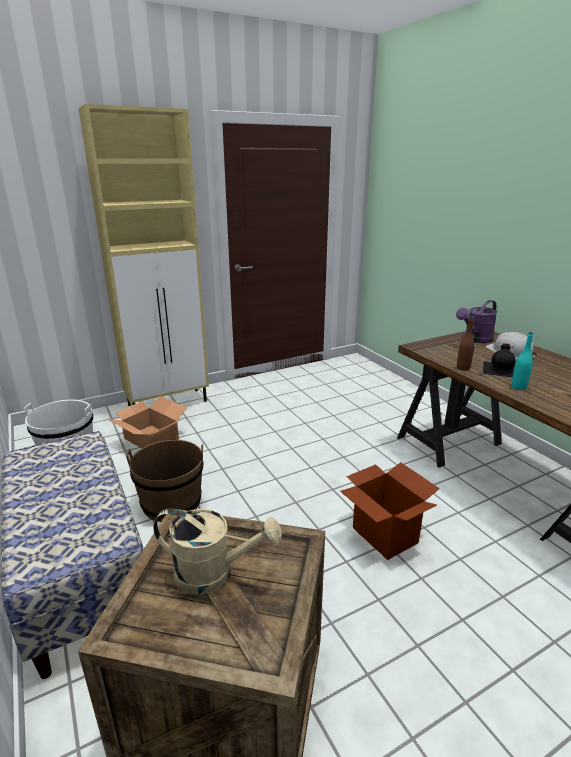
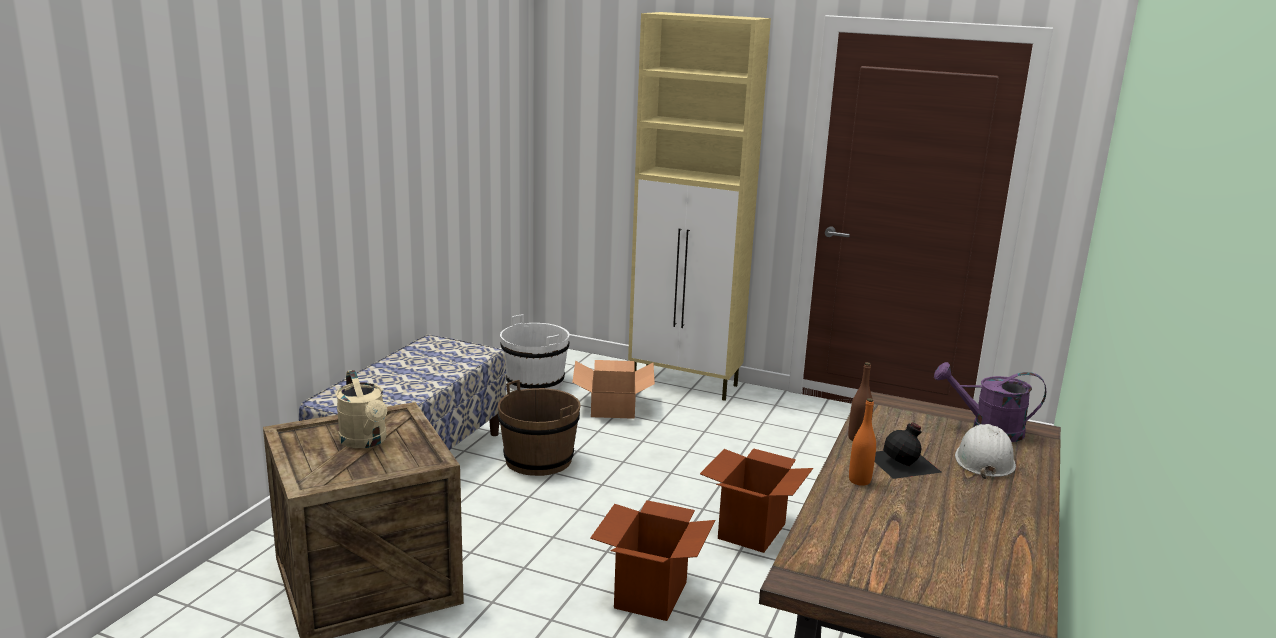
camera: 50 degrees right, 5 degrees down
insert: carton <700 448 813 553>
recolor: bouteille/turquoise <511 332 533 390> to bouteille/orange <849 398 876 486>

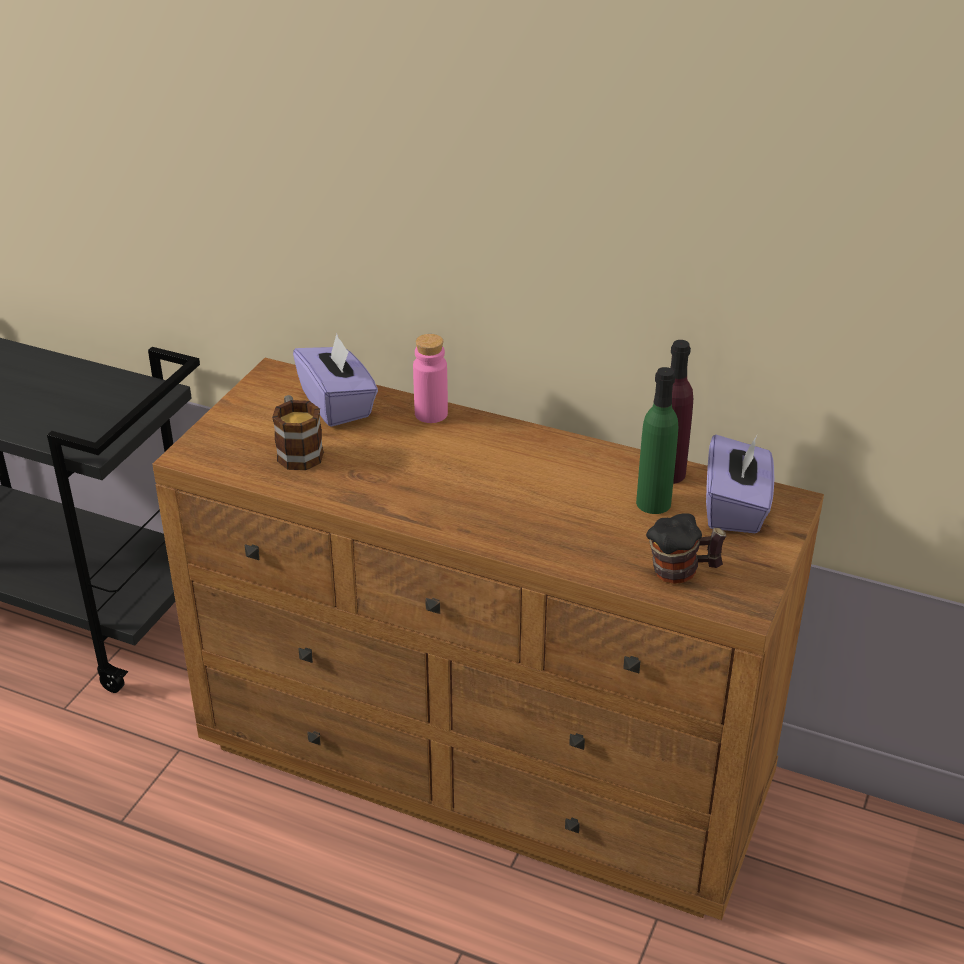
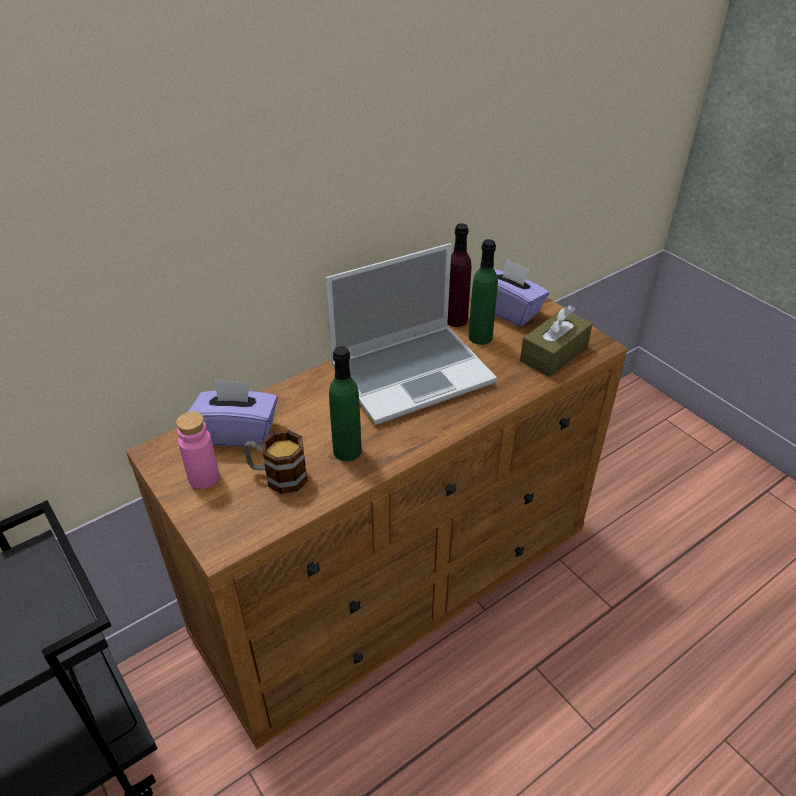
camera: 60 degrees left, 5 degrees up
insert: ordinateur portable <326 243 497 425>; bouteille/vert <329 346 362 461>
move: bouteille/rose <413 334 448 423> to <176 412 219 489>
replace: mug <646 513 726 584> to boîte à mouchoirs/marron <520 305 593 377>

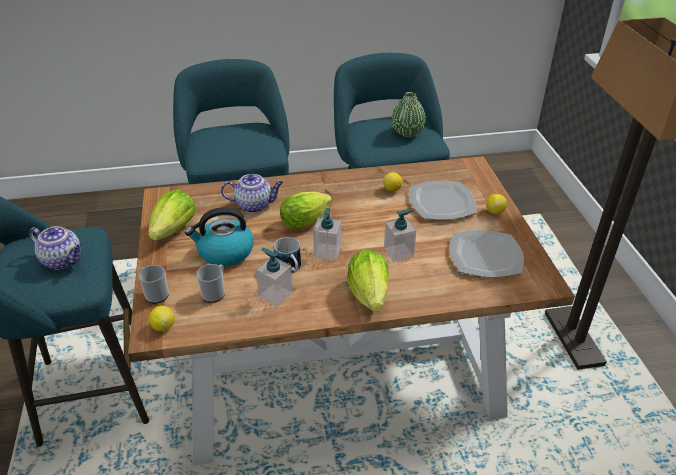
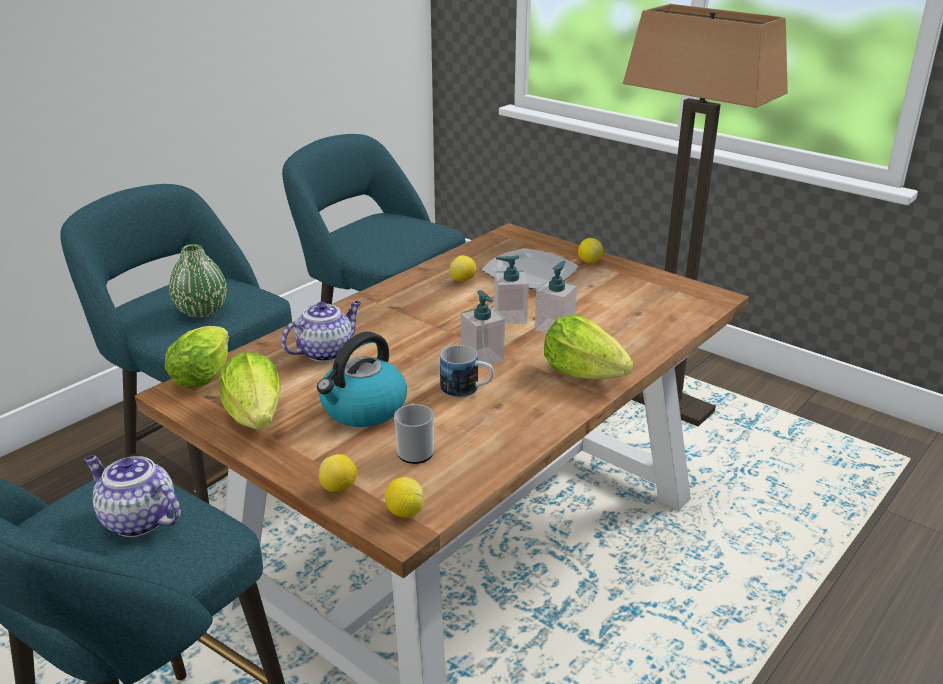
camera: 40 degrees left, 10 degrees down
delete: assiette <449 230 524 277>
move: distributeur de savon <256 248 293 307> to <494 256 529 324>; laitue <280 192 332 229> to <165 326 229 388>; vase/vert <392 92 426 137> to <169 244 227 318>
replace: mug <138 265 169 304> to citron <319 454 357 492>
rotate: théière <29 226 82 270> = <84 455 181 537> 135 degrees counterclockwise

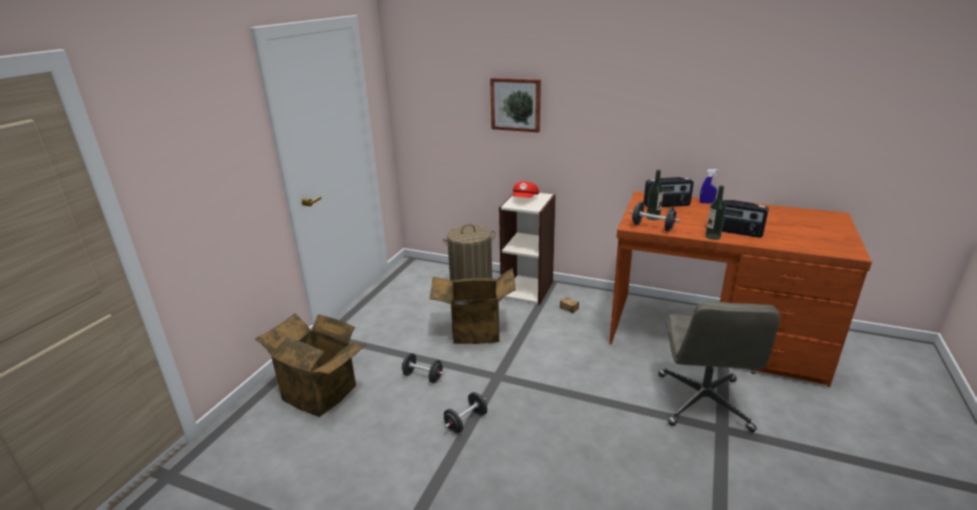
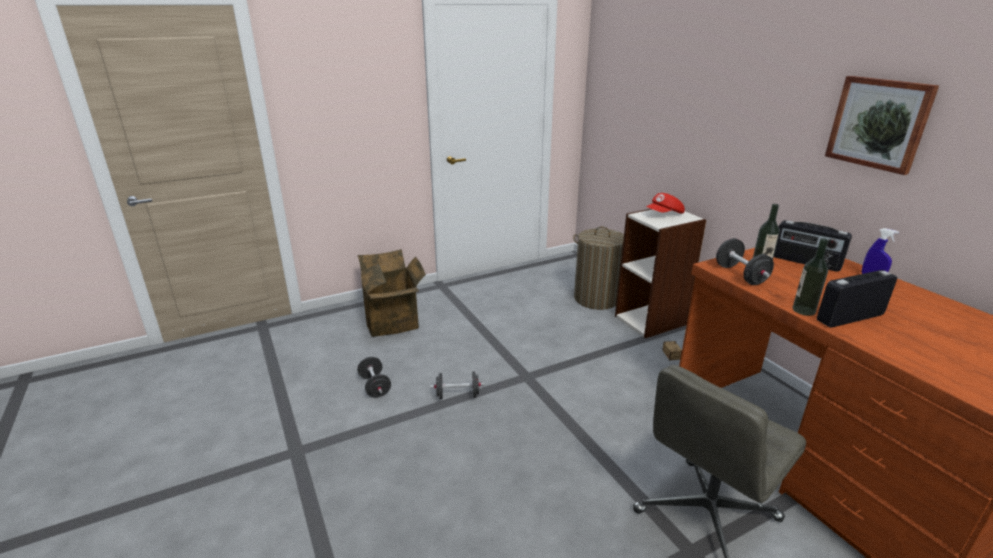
camera: 40 degrees right, 0 degrees up
delete: carton <429 268 516 344>
move: haltère/noir <401 353 444 383> to <357 357 391 398>; tableau <490 78 541 133> to <825 76 939 175>
rotate: radio <722 200 769 238> = <817 270 897 328> 90 degrees clockwise

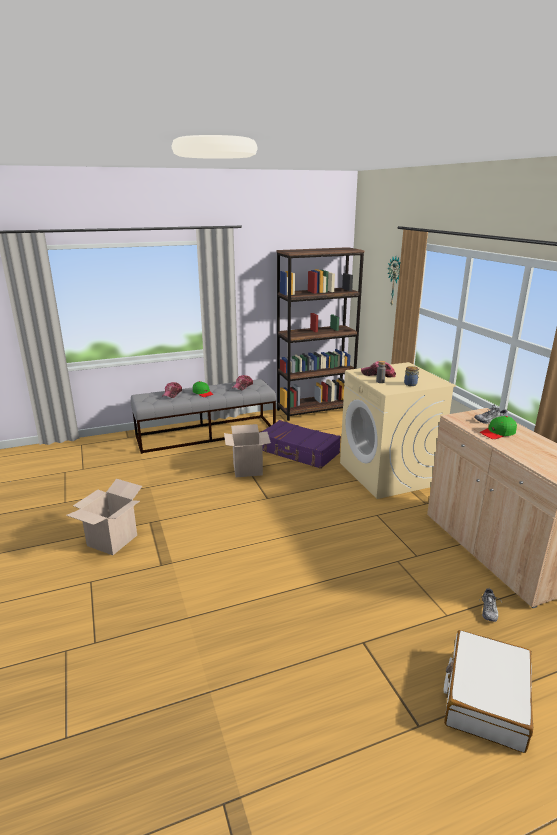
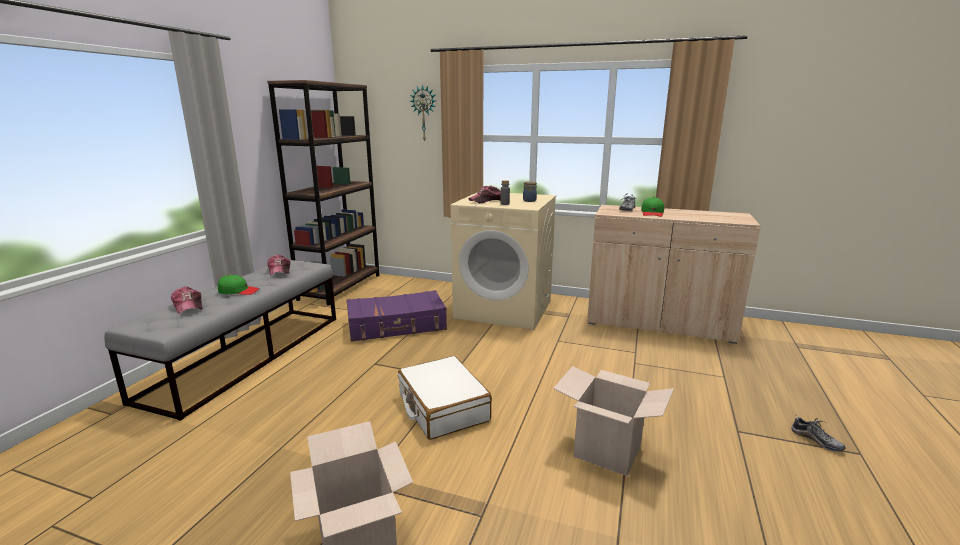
camera: 50 degrees left, 5 degrees down
move: carton <224 424 271 477> to <553 366 674 476>; valise/blanc <443 630 533 753> to <398 356 492 440>; chaussure <480 589 502 622> to <791 416 846 452>

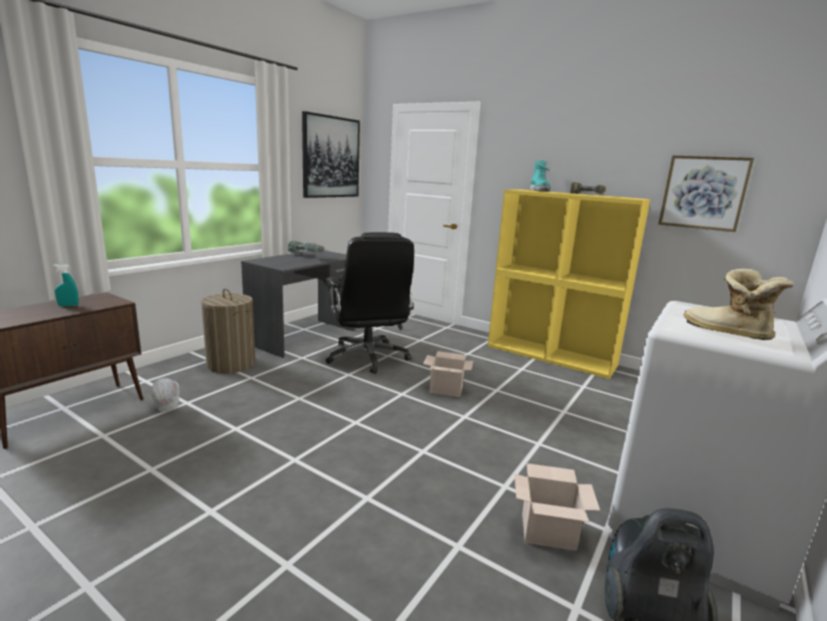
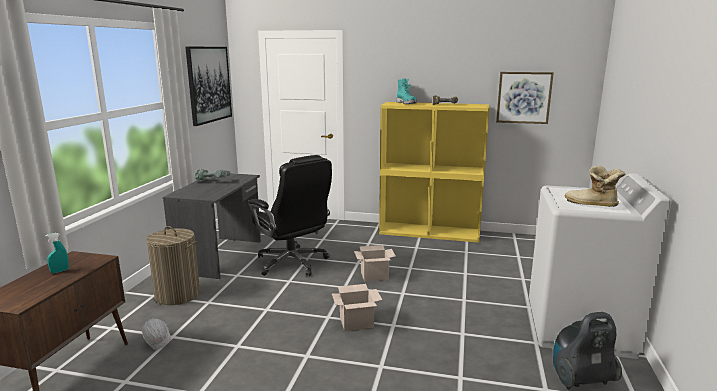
camera: 20 degrees left, 0 degrees up
move: carton <514 463 600 551> to <332 284 382 331>

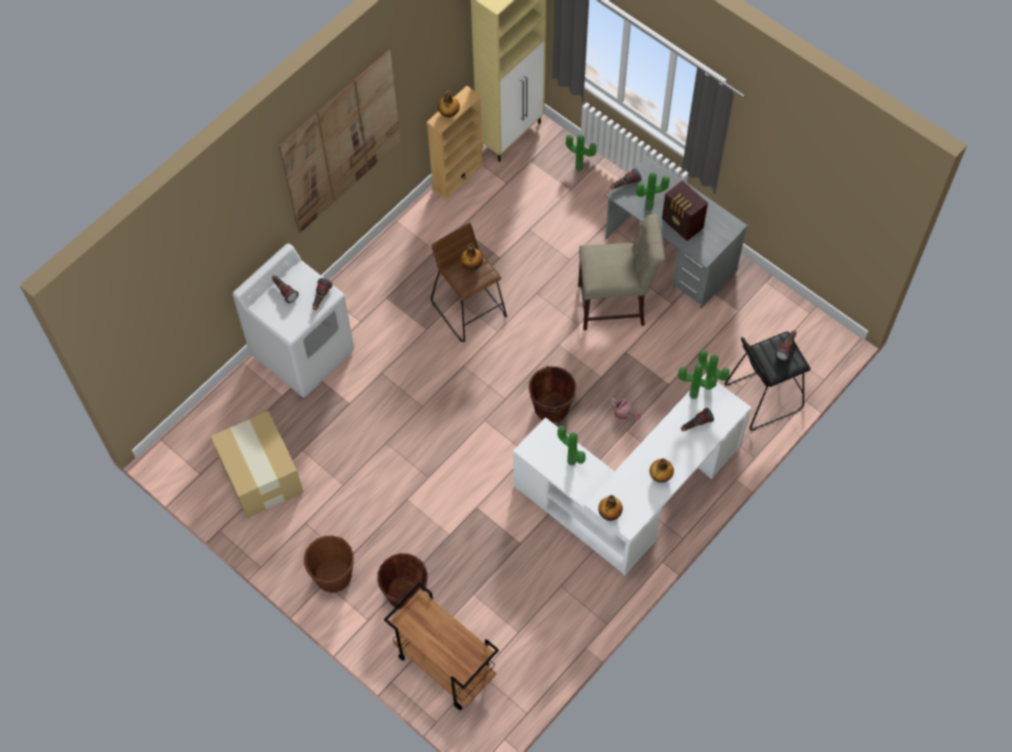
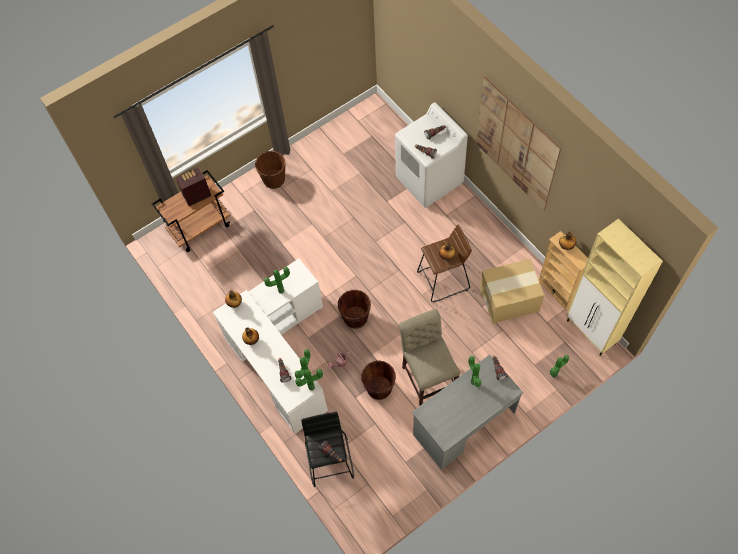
camera: 105 degrees right, 0 degrees up
move: carton <211 411 304 518> to <480 259 544 324>; seau/marron <377 553 428 610> to <361 360 396 400>; radio <662 180 708 241> to <176 167 211 206>
rotate: chaise/beige <578 214 665 330> = <399 309 460 405> 150 degrees clockwise

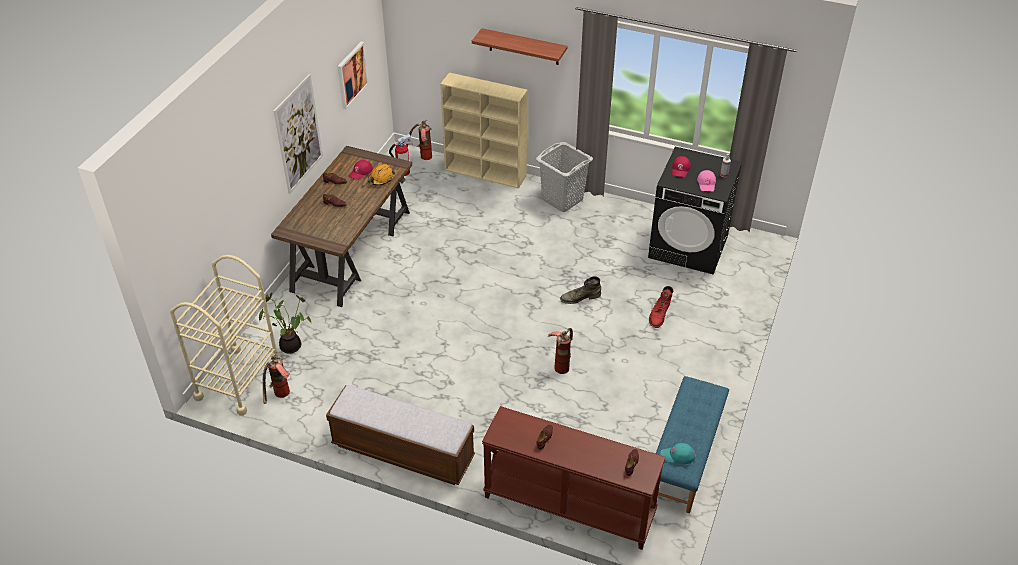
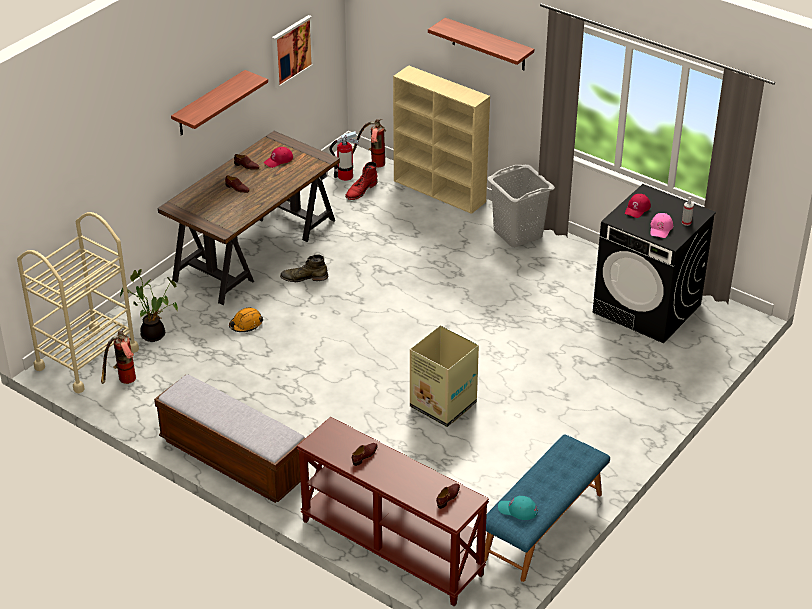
camera: 15 degrees right, 5 degrees down
move: casque de chantier/orange <368 164 395 185> to <229 308 263 332>; botte/vert <560 276 601 304> to <280 254 328 282>; botte/rouge <649 286 673 328> to <345 162 378 200>
replace: tableau <273 74 323 194> to étagère <171 70 268 136>; extincteur <548 328 573 374> to carton <410 325 479 427>

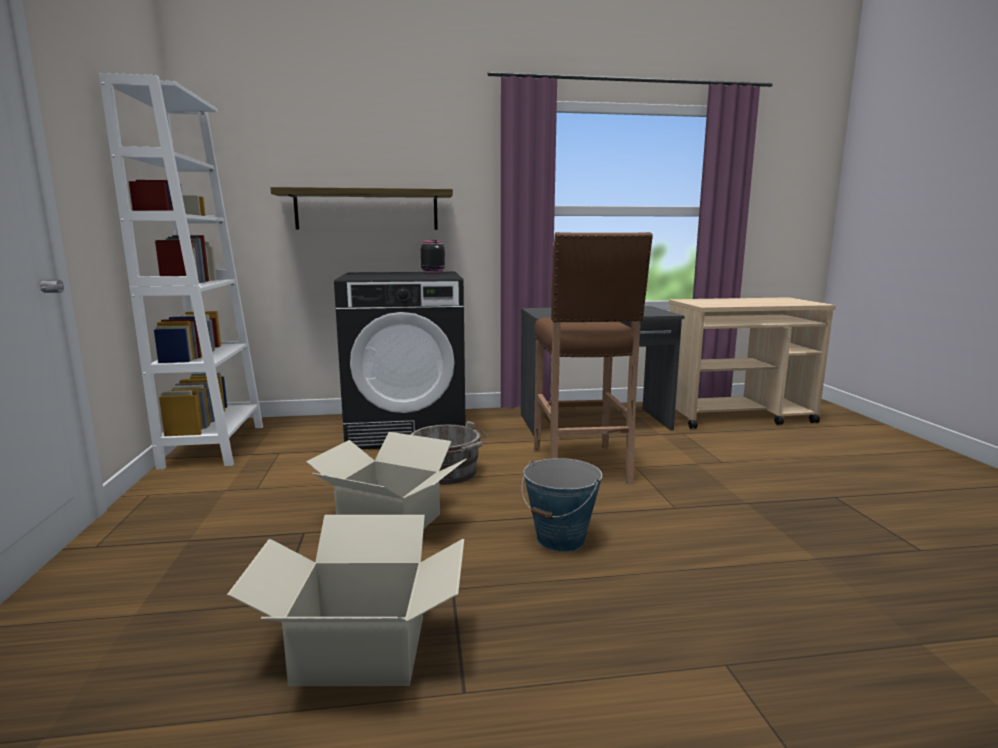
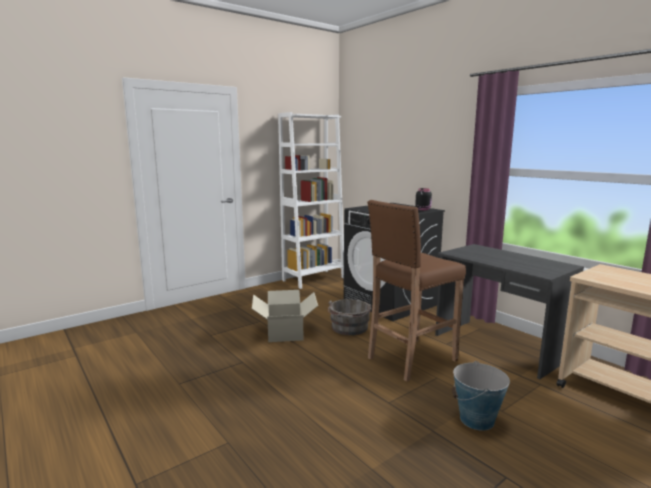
camera: 60 degrees right, 0 degrees up
delete: carton <227 515 464 686>; étagère <270 187 453 230>
move: seau <522 458 602 552> to <452 361 510 431>

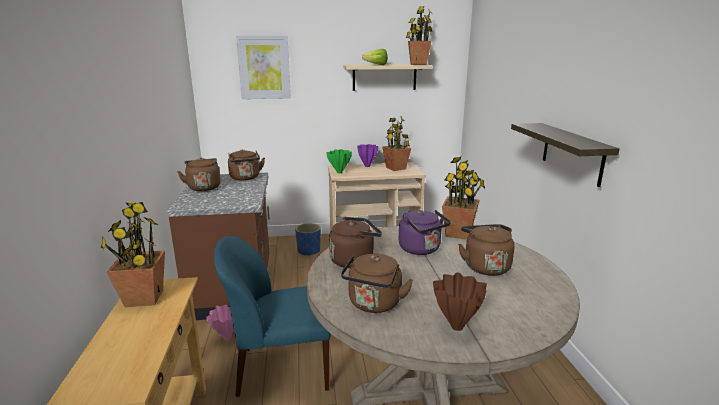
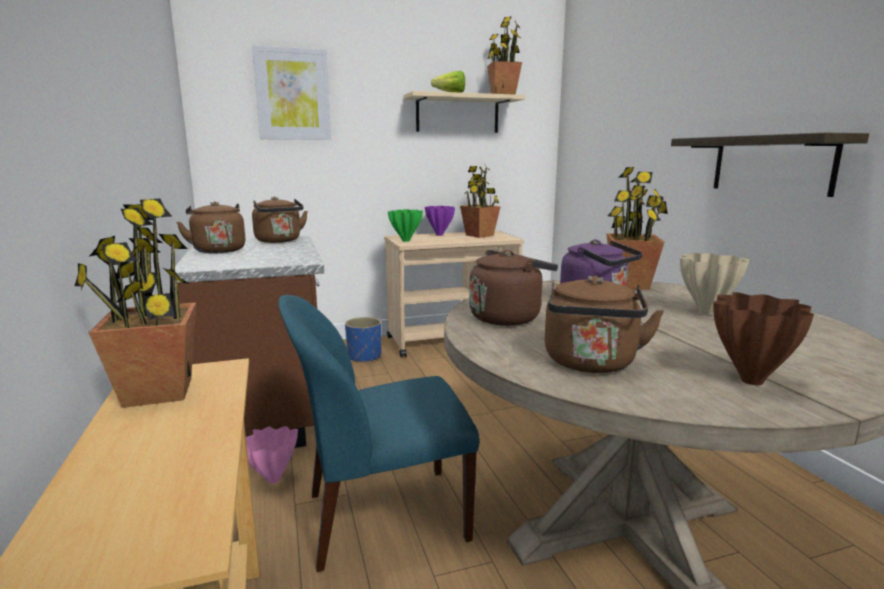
camera: 10 degrees left, 5 degrees down
replace: bouilloire/marron <458 224 515 276> to vase/beige <680 253 749 315>

